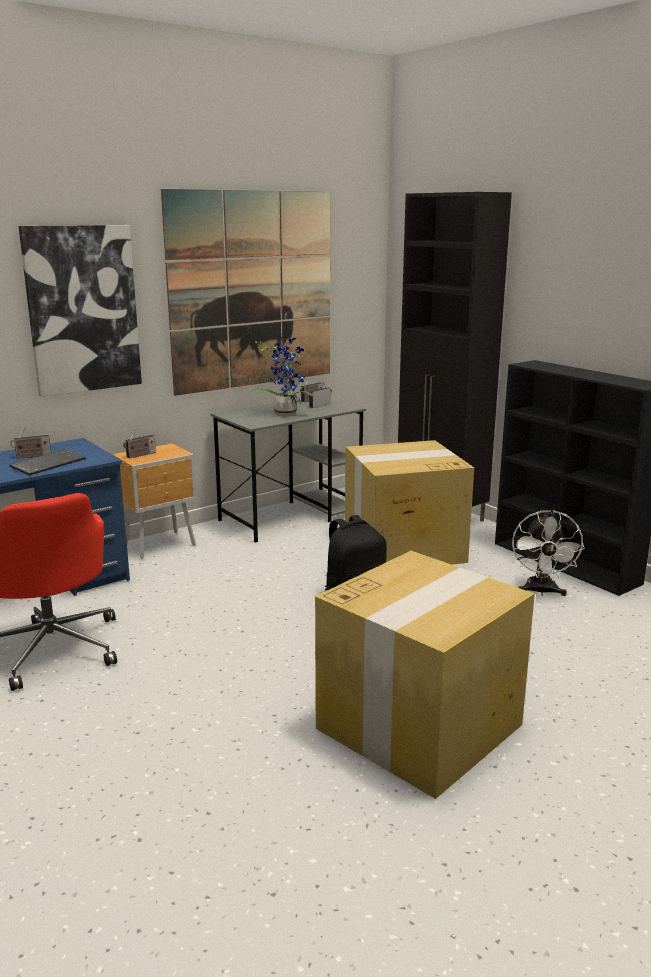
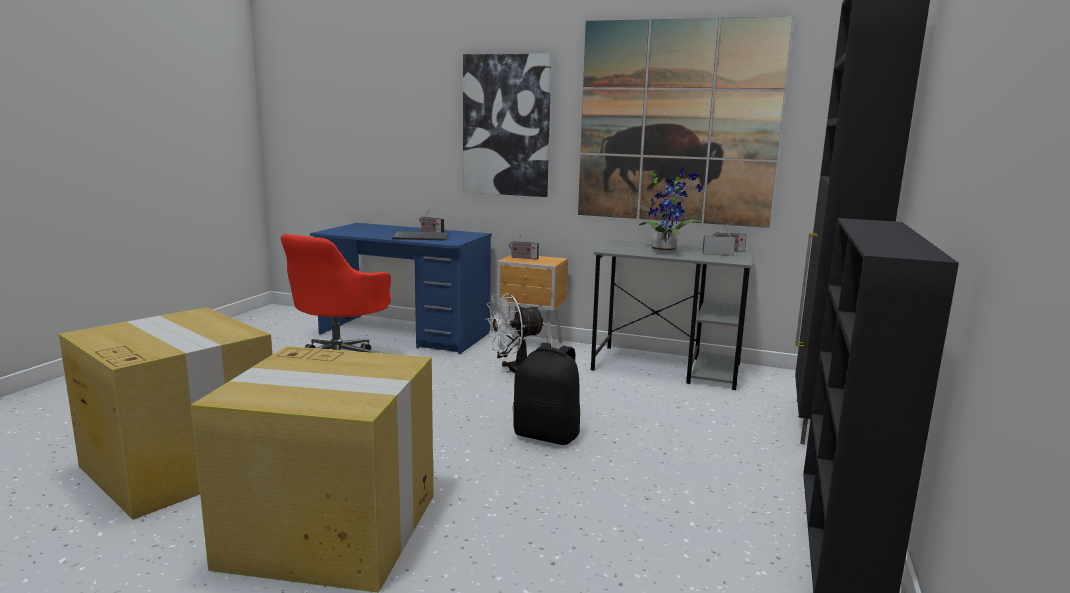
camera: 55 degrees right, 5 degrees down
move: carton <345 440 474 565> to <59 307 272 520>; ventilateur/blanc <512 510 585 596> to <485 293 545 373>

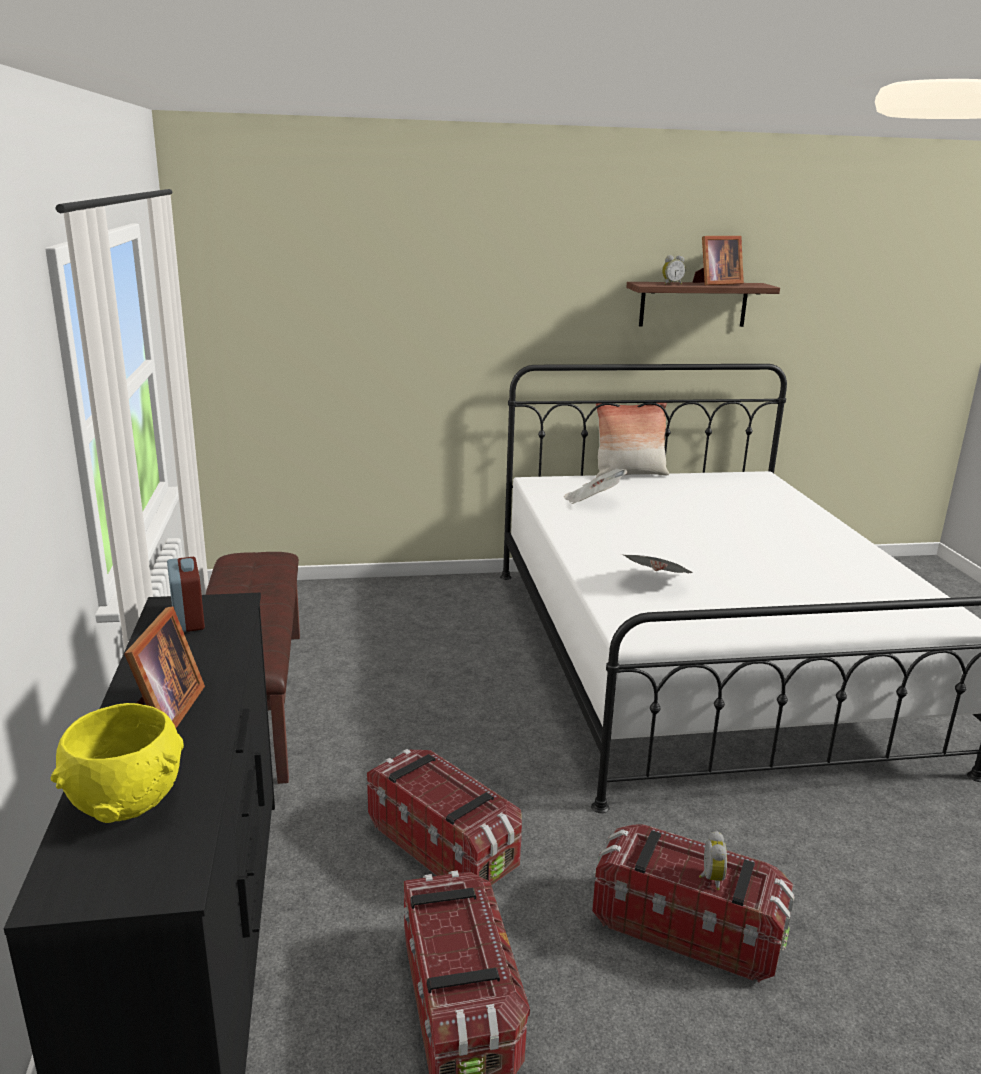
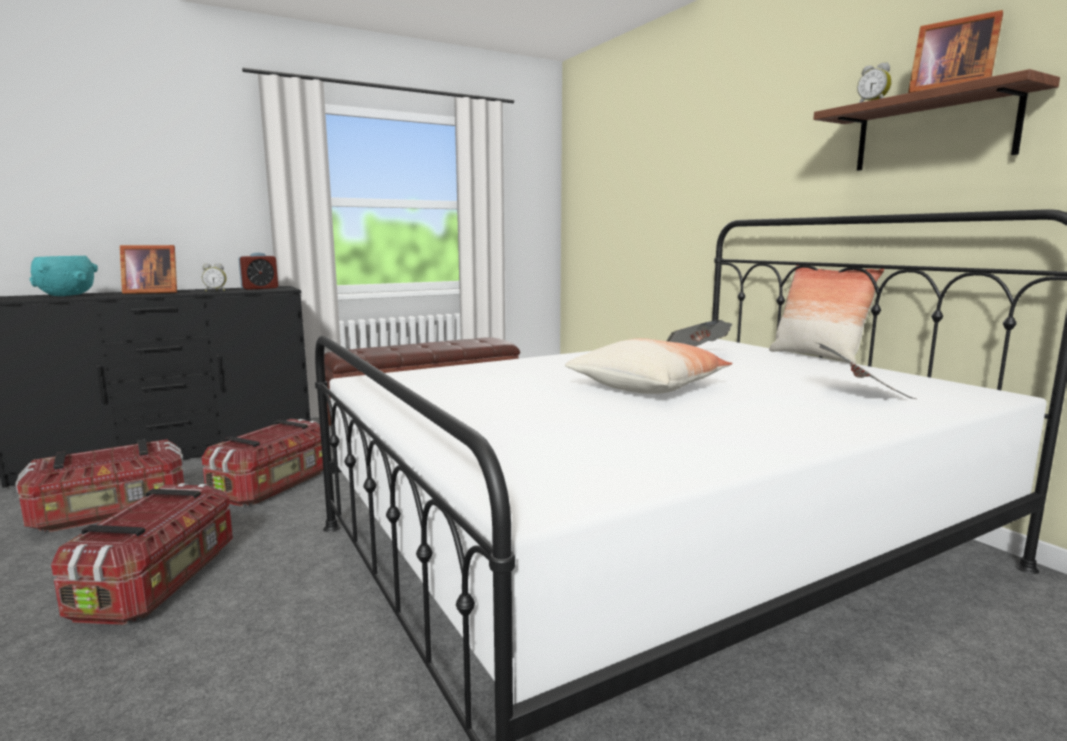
camera: 70 degrees right, 10 degrees down
insert: coussin <565 338 732 394>
move: journal <621 554 693 574> to <817 343 916 399>; réveil <699 831 727 890> to <202 264 226 291>
recolor: bol/jaune <50 703 184 823> to bol/turquoise <30 256 98 296>

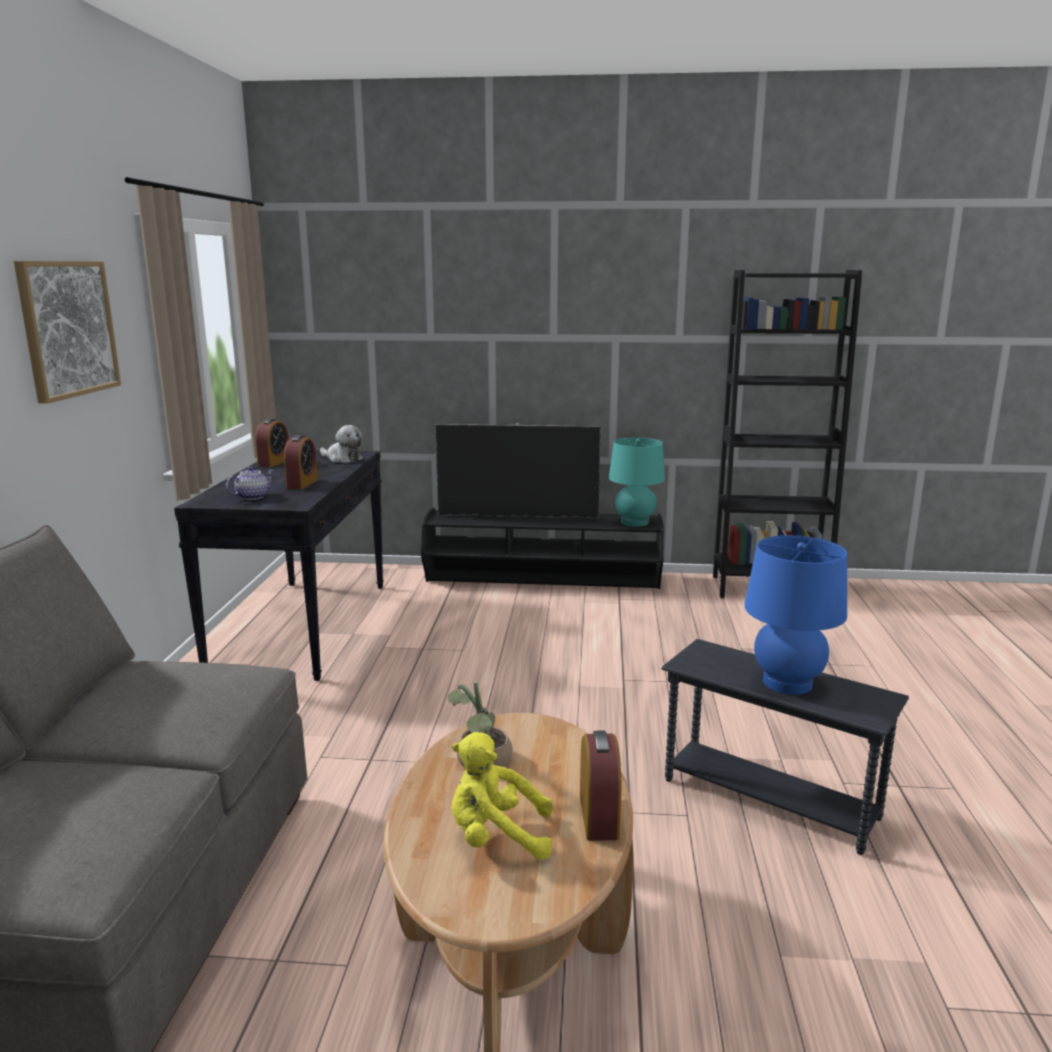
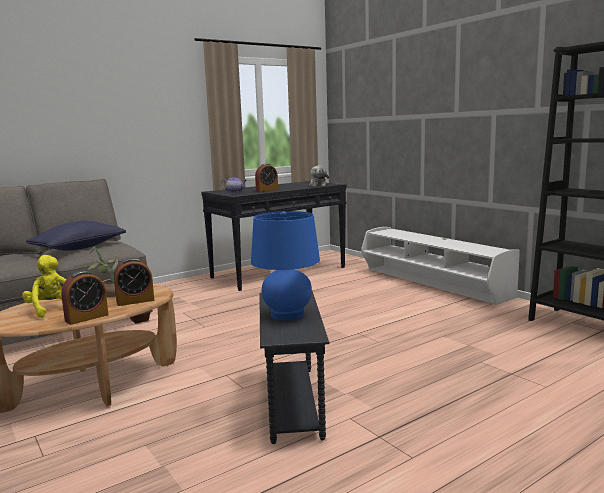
camera: 50 degrees right, 5 degrees down
delete: tableau <14 261 121 404>; téléviseur <435 423 601 518>; lampe de table/turquoise <609 437 665 527>
insert: coussin/bleu <26 221 126 251>
move: réveil <255 418 289 467> to <114 258 154 306>
recolor: meuble télé/noir <421 508 664 589> to meuble télé/blanc <361 227 520 305>

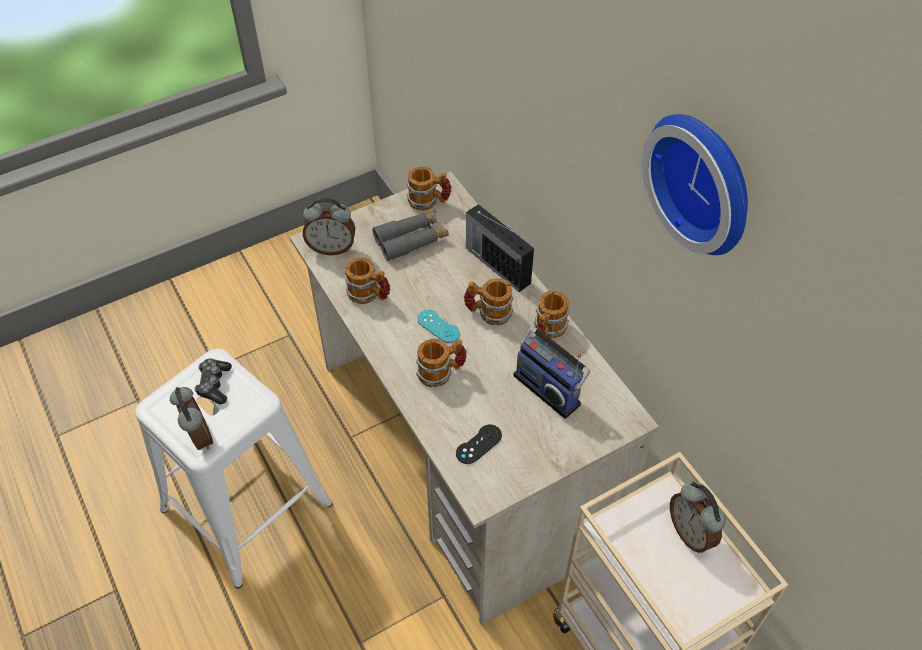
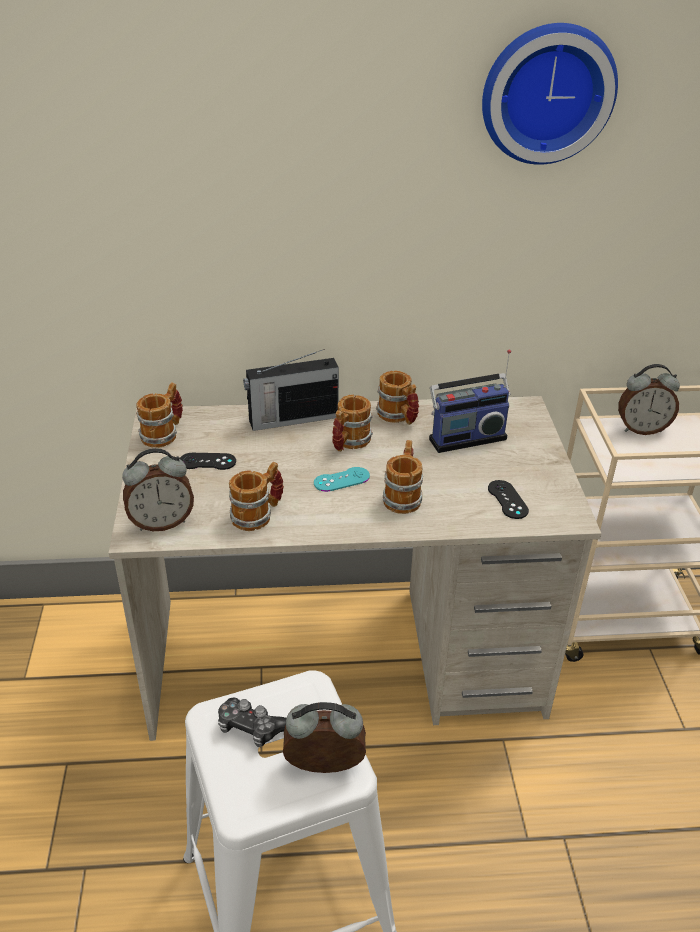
camera: 65 degrees left, 15 degrees down
replace: jumelles/gris <373 211 449 261> to manette/noir <180 453 236 470>
rotate: réveil <303 198 355 255> = <122 448 194 531> 45 degrees clockwise

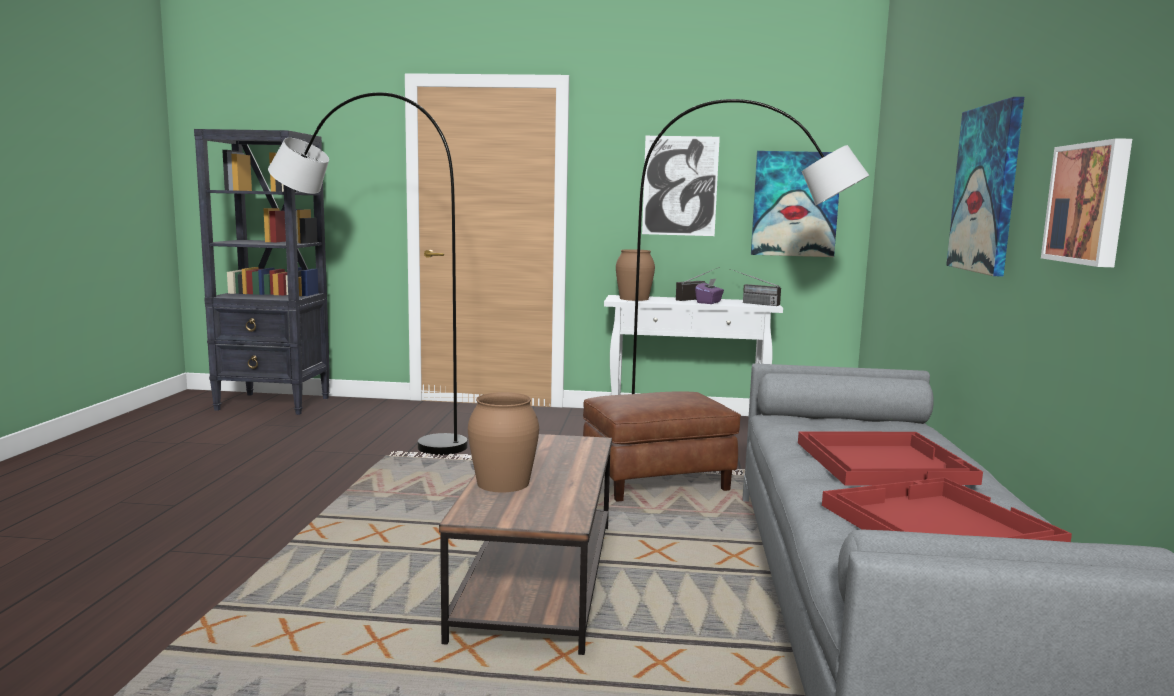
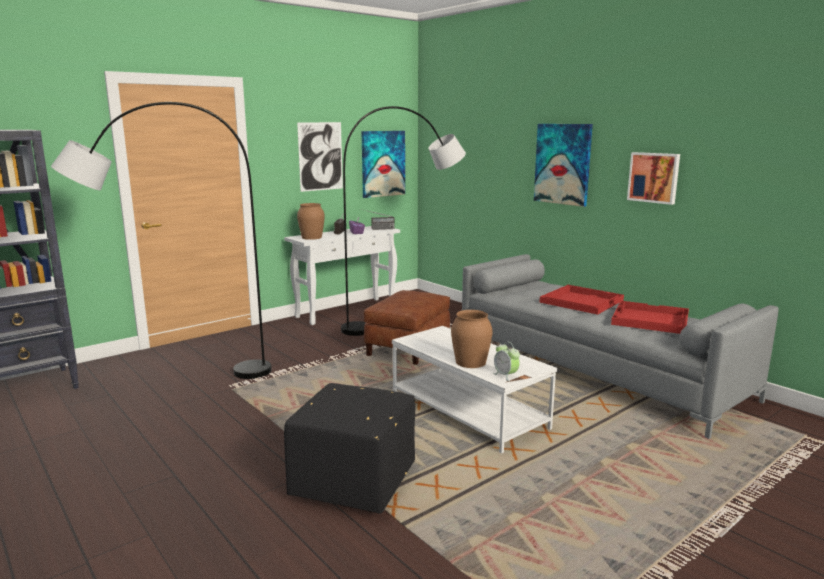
camera: 45 degrees left, 5 degrees up
insert: pouf/noir <284 383 415 514>; réveil <493 341 520 382>
recolor: table basse/marron <439 434 612 655> to table basse/blanc <392 326 557 454>

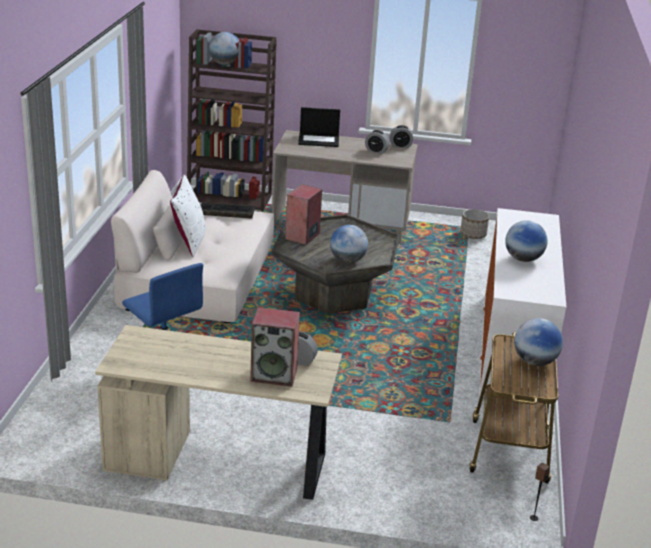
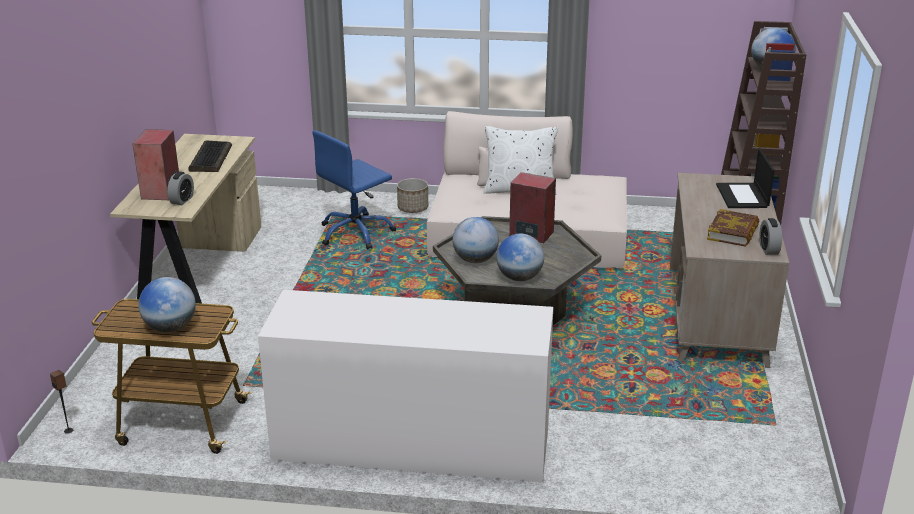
camera: 90 degrees right, 0 degrees up
move: clavier <200 202 255 219> to <188 141 232 172>; cache-pot <460 209 489 239> to <397 178 428 213>; globe <505 220 548 262> to <496 234 544 281>
replace: réveil <365 130 390 154> to livre <707 209 759 247>

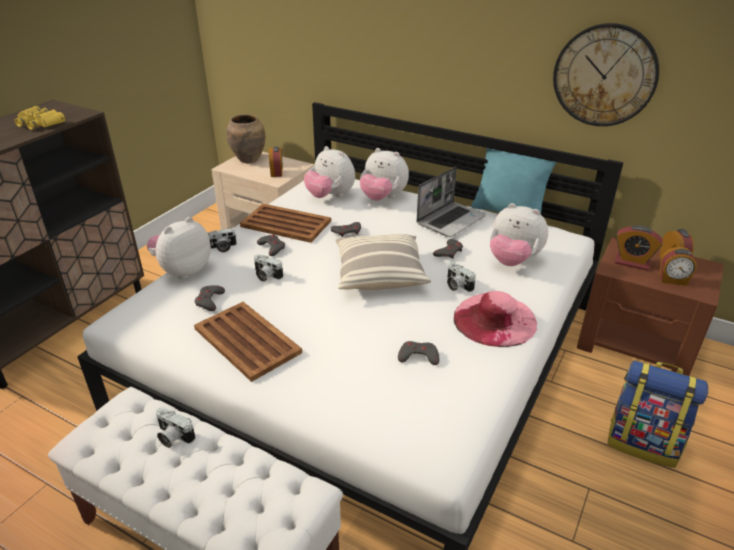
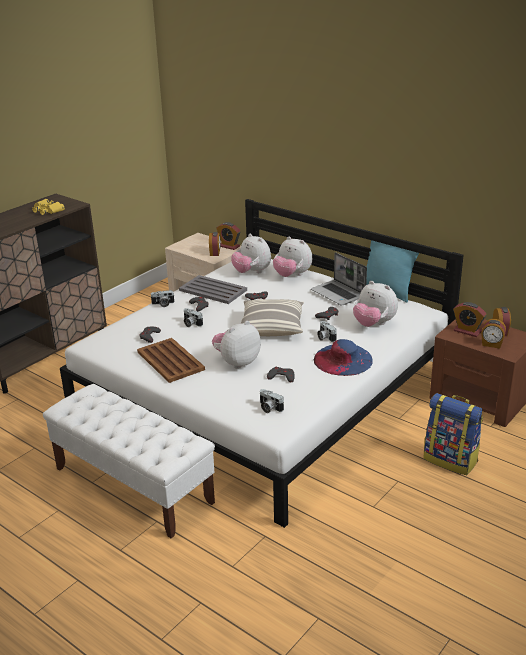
camera: 10 degrees right, 5 degrees down
delete: vase/marron <226 114 265 163>; horloge murale <553 23 659 126>
insert: réveil <216 222 241 250>
move: peluche <147 217 211 279> to <212 321 261 369>; appareil photo <156 407 196 448> to <260 389 284 413>
recolor: plateau/marron <240 204 331 243> to plateau/gris <179 275 247 304>; chapeau/rose <454 291 537 347> to chapeau/bleu <314 339 373 376>
rotate: ordinateur portable <416 167 486 237> = <311 252 367 305> 90 degrees clockwise

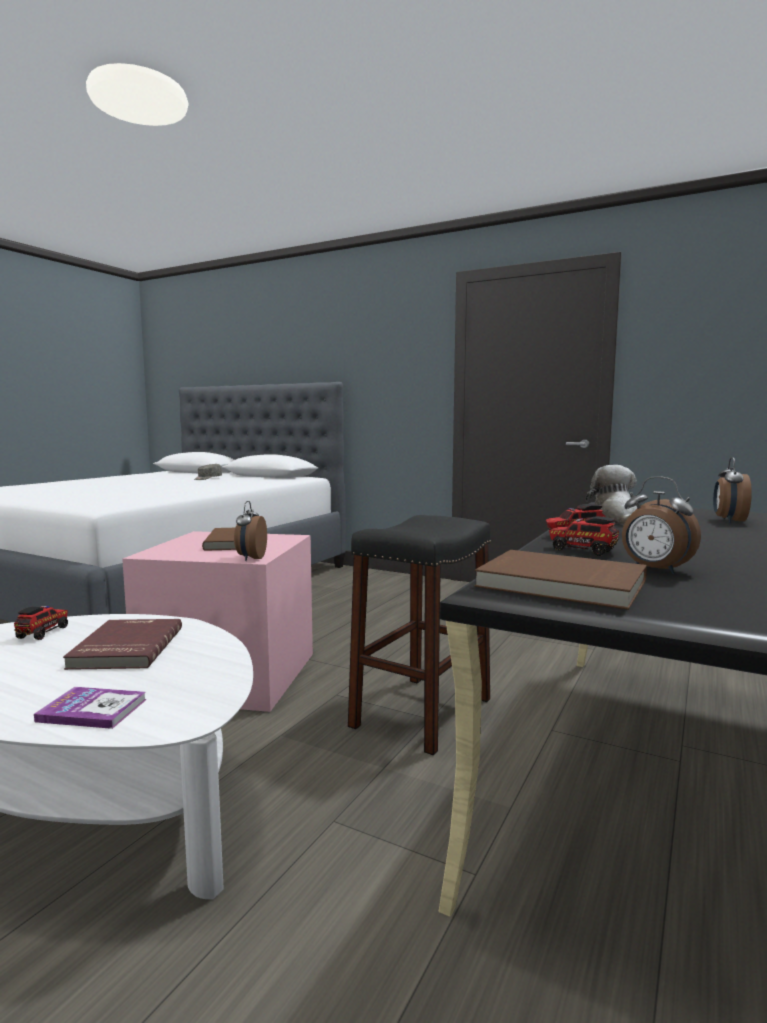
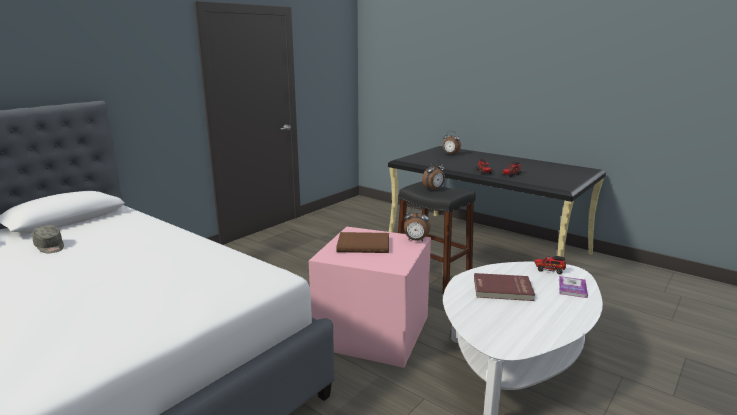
camera: 80 degrees left, 10 degrees up
delete: livre/marron <475 550 647 610>; peluche <585 465 637 525>
move: camion jouet <14 606 68 640> to <534 256 566 274>; réveil <622 476 701 574> to <422 160 445 190>

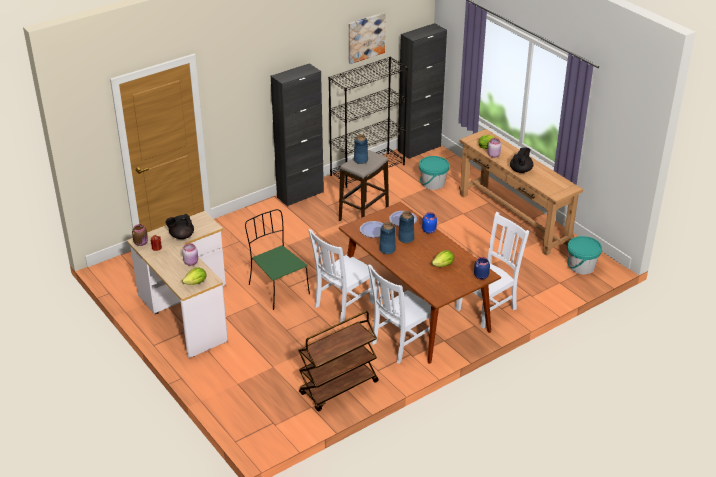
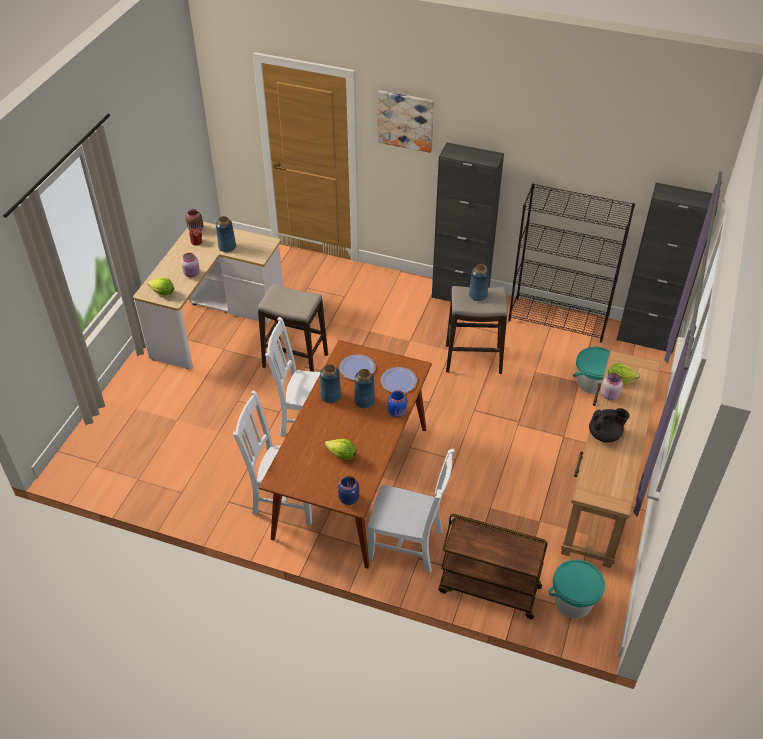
camera: 55 degrees right, 10 degrees up
move: chariot/marron <298 311 379 412> to <438 514 548 619>; tableau <348 13 386 64> to <377 90 434 153>
replace: théière/noir <165 214 194 239> to vase/bleu <216 216 236 252>; chaise/vert <245 209 310 310> to tabouret <258 284 328 372>

